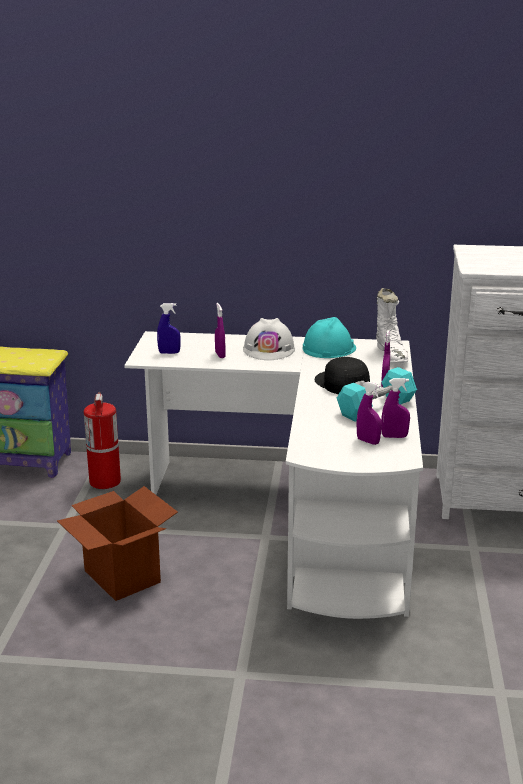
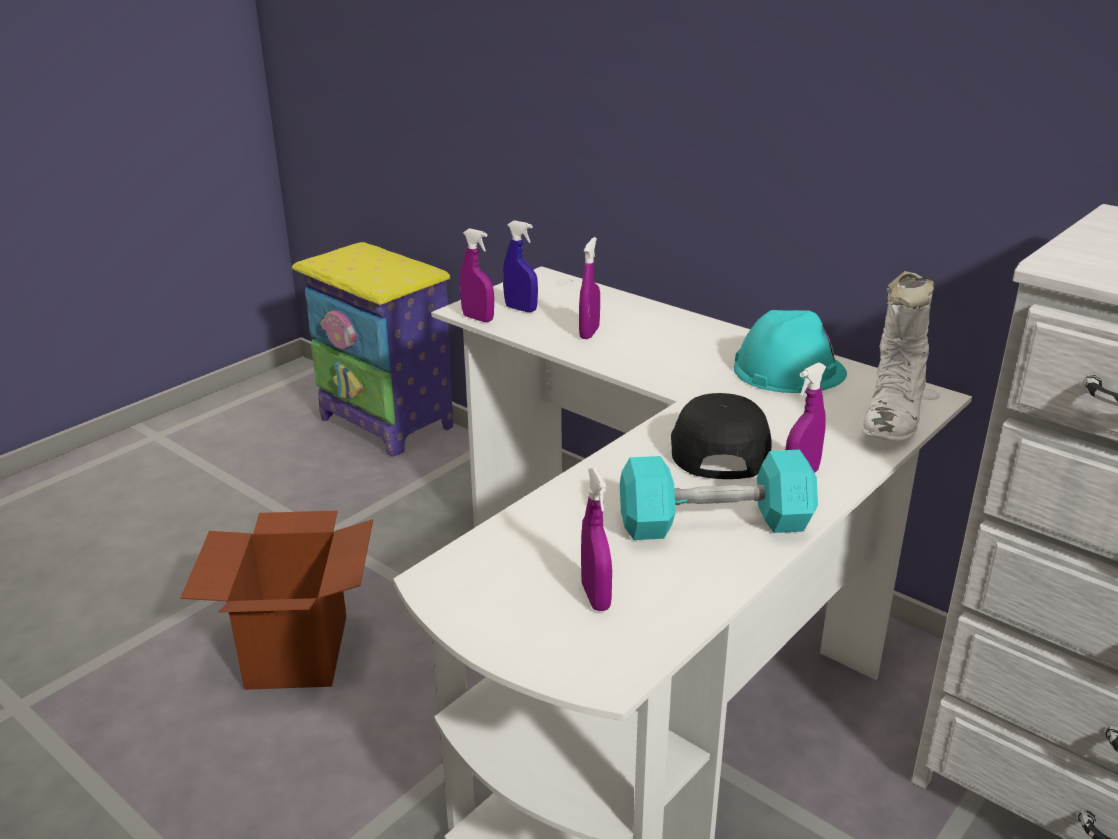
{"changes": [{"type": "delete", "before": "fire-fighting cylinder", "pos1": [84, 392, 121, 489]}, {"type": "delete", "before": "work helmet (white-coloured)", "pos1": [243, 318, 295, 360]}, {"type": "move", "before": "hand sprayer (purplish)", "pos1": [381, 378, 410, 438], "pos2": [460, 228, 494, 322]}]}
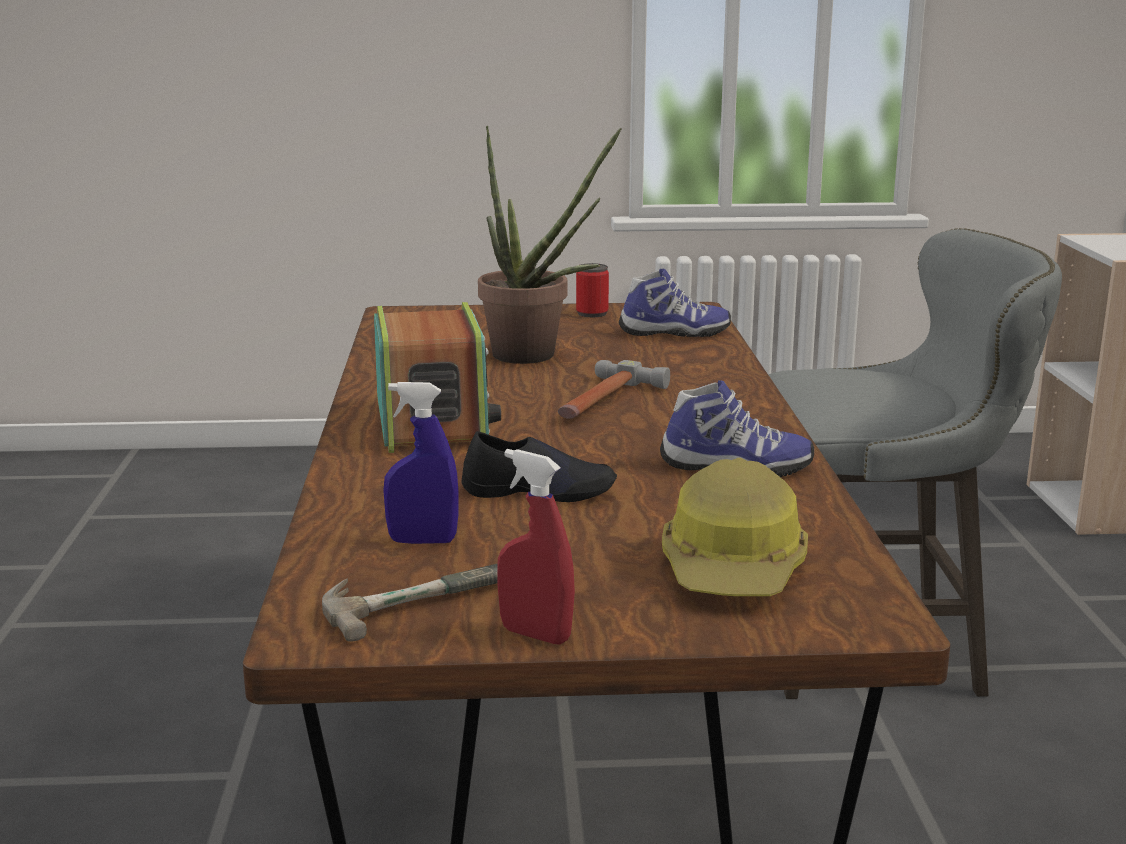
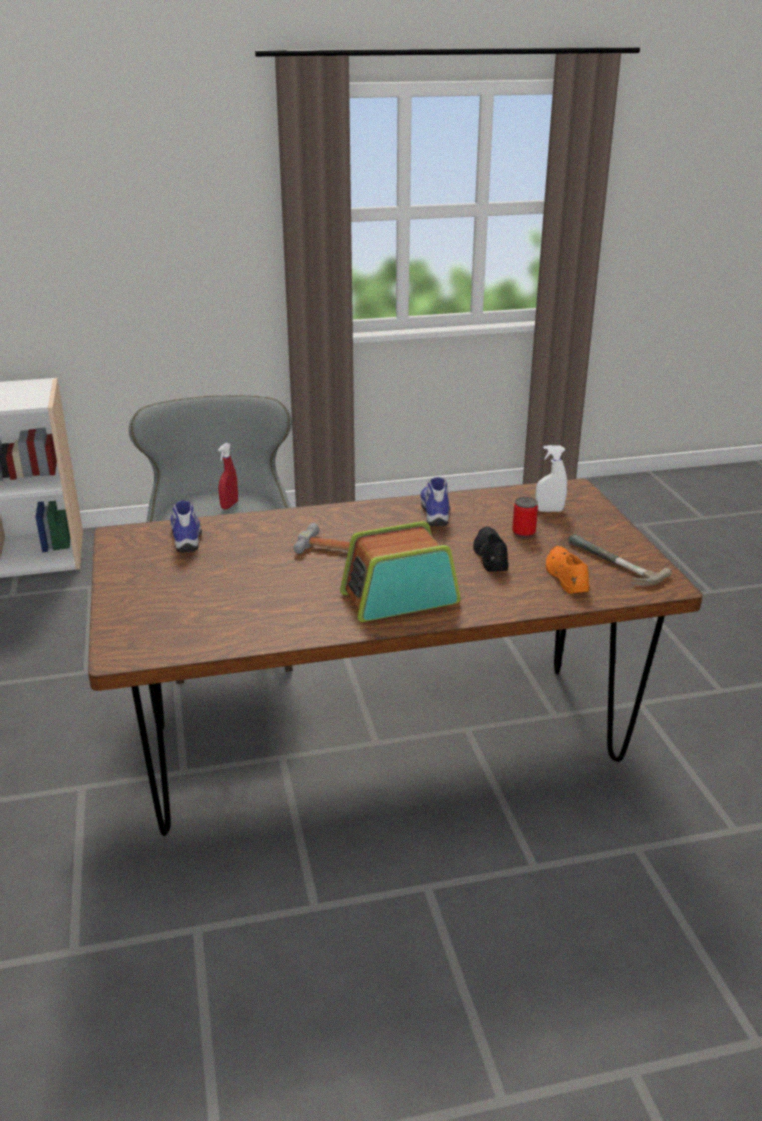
{"changes": [{"type": "replace", "before": "hand sprayer (bluish)", "after": "low shoe (orange-coloured)", "pos1": [383, 382, 459, 544], "pos2": [546, 546, 590, 594]}, {"type": "delete", "before": "plant in a pot", "pos1": [478, 125, 621, 364]}, {"type": "move", "before": "hand sprayer (reddish)", "pos1": [497, 449, 575, 645], "pos2": [218, 443, 238, 509]}, {"type": "move", "before": "can", "pos1": [576, 263, 609, 317], "pos2": [512, 497, 538, 538]}, {"type": "replace", "before": "work helmet", "after": "hand sprayer (white-coloured)", "pos1": [662, 458, 808, 596], "pos2": [535, 445, 567, 512]}]}
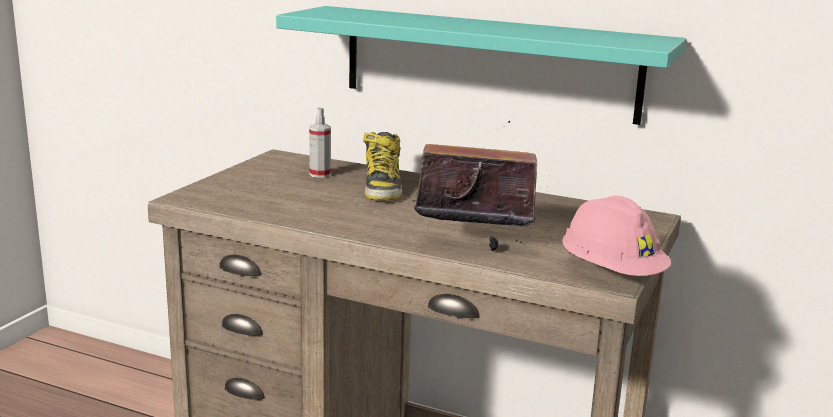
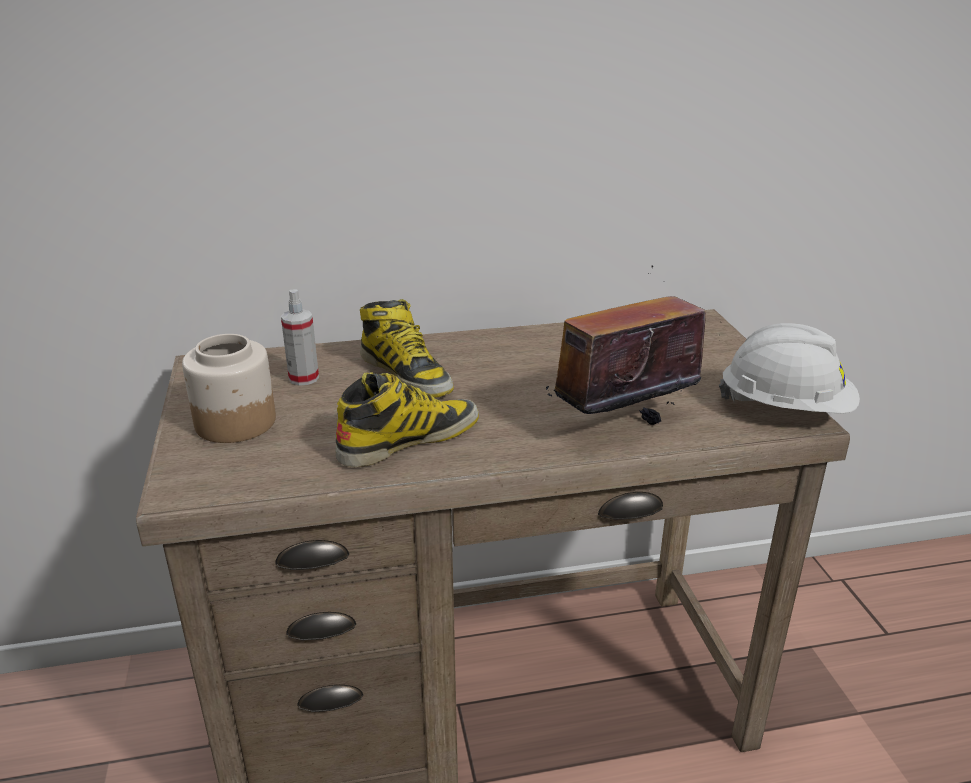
{"changes": [{"type": "delete", "before": "wall shelf (blue-green)", "pos1": [276, 6, 686, 125]}, {"type": "recolor", "before": "work helmet (pink)", "after": "work helmet (white-coloured)", "pos1": [562, 195, 671, 276], "pos2": [719, 323, 860, 414]}, {"type": "insert", "after": "storage jar", "pos2": [182, 334, 276, 443]}, {"type": "insert", "after": "tall boot", "pos2": [335, 372, 479, 467]}]}
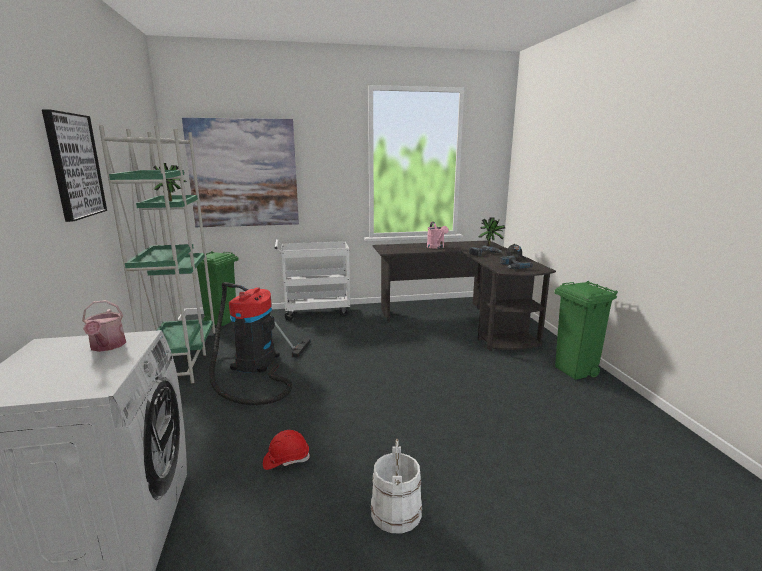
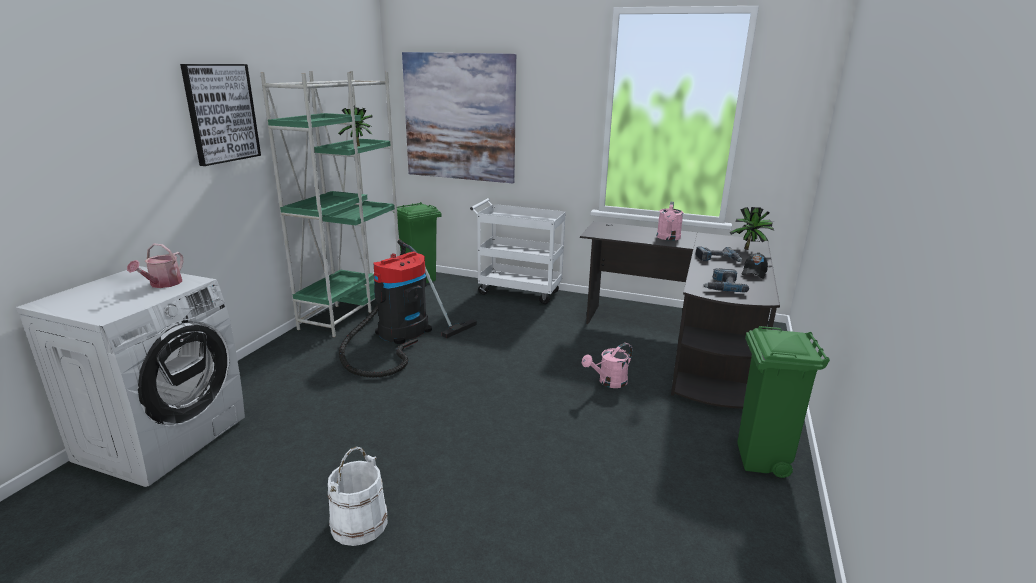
{"changes": [{"type": "delete", "before": "work helmet (reddish)", "pos1": [263, 430, 310, 470]}, {"type": "insert", "after": "sprinkling can (pink)", "pos2": [582, 343, 633, 388]}]}
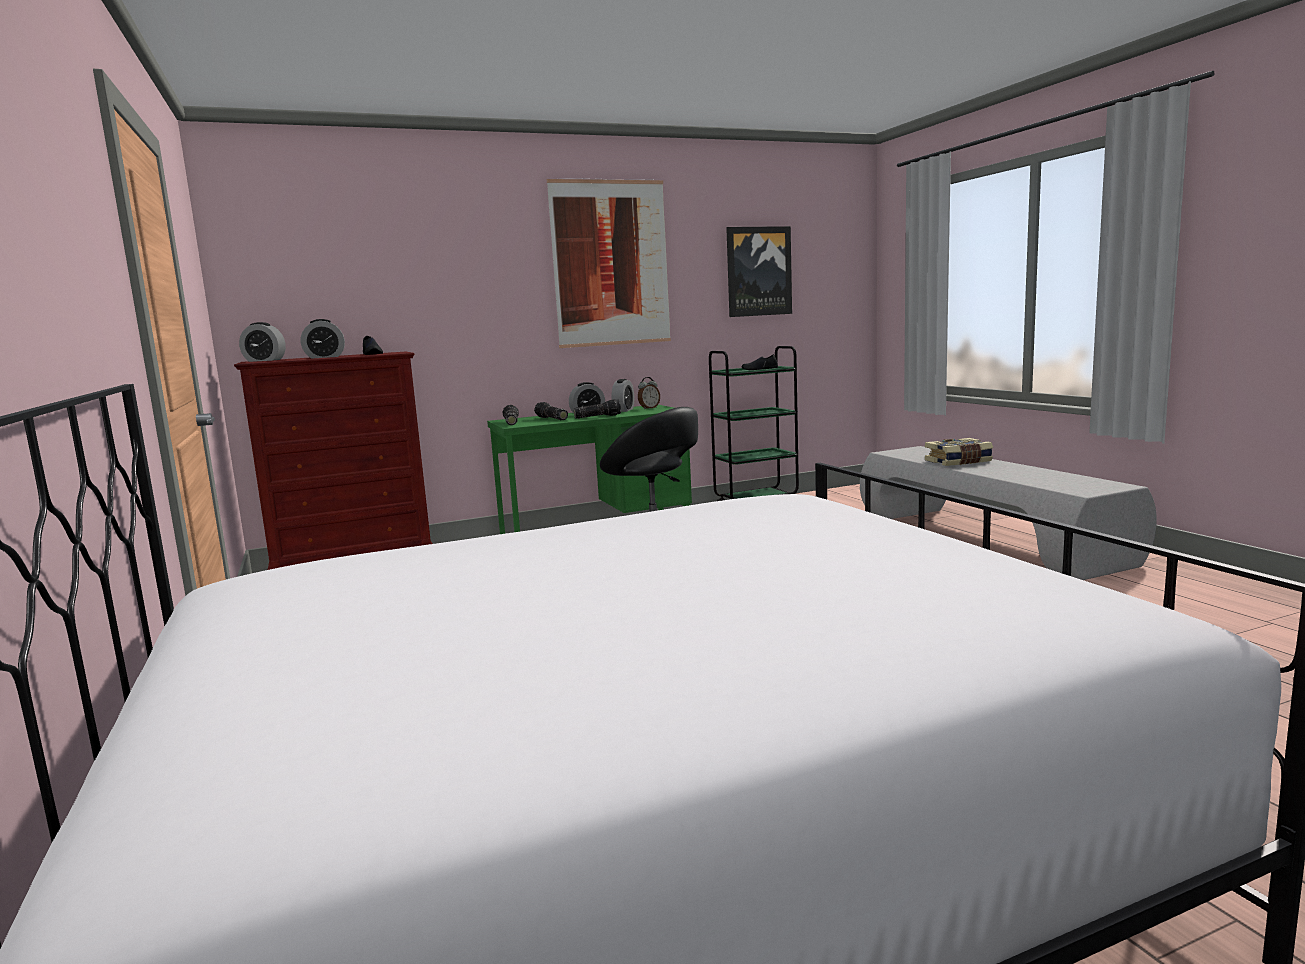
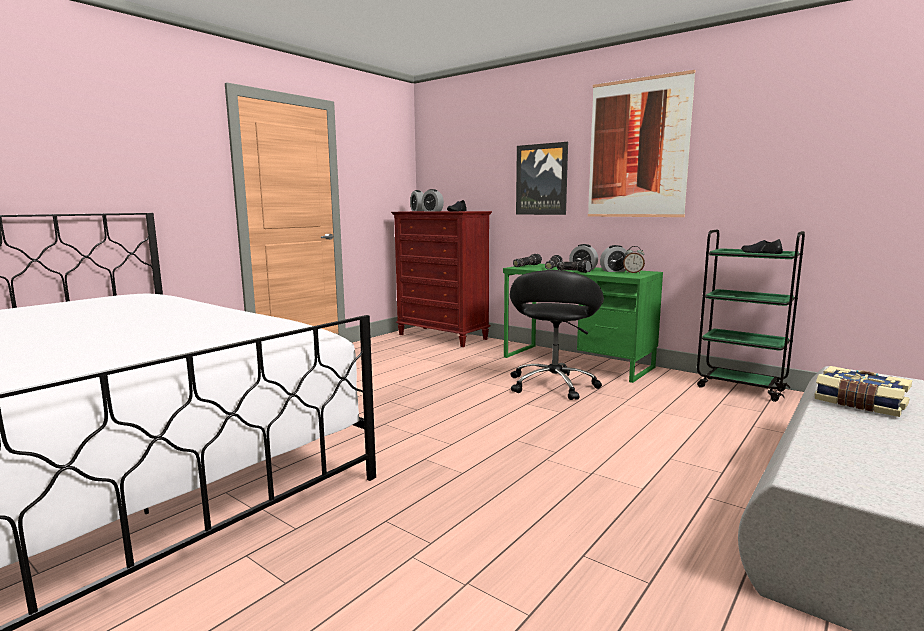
{"changes": [{"type": "move", "before": "picture", "pos1": [726, 226, 792, 317], "pos2": [516, 142, 568, 215]}]}
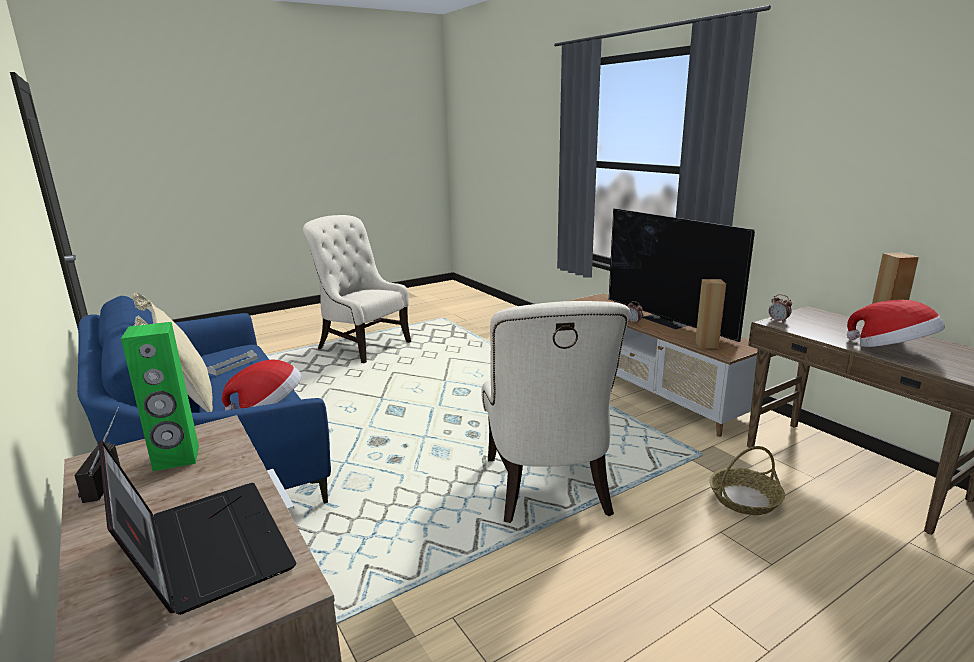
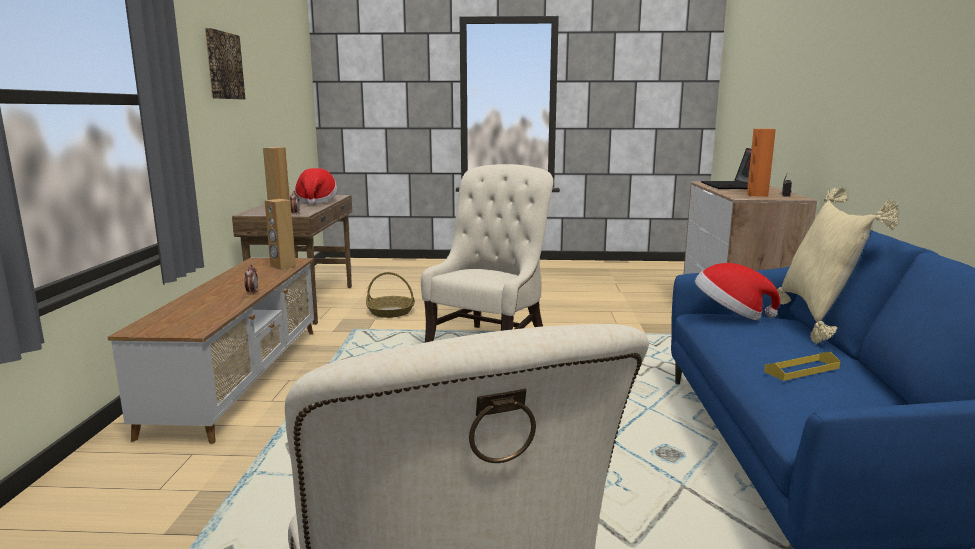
{"changes": [{"type": "recolor", "before": "speaker (green-coloured)", "after": "speaker (orange-coloured)", "pos1": [121, 322, 199, 471], "pos2": [747, 129, 776, 197]}, {"type": "recolor", "before": "carrying tray (gray)", "after": "carrying tray (yellow-coloured)", "pos1": [207, 350, 258, 375], "pos2": [764, 352, 840, 381]}, {"type": "delete", "before": "TV set", "pos1": [609, 208, 755, 342]}, {"type": "insert", "after": "picture", "pos2": [205, 28, 245, 99]}]}
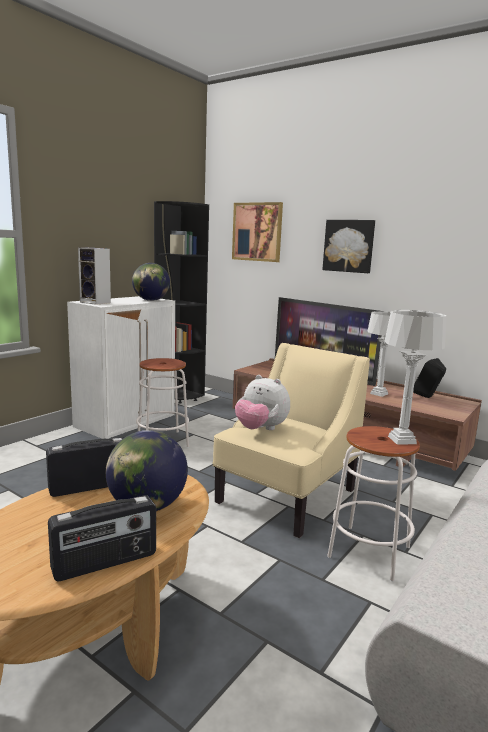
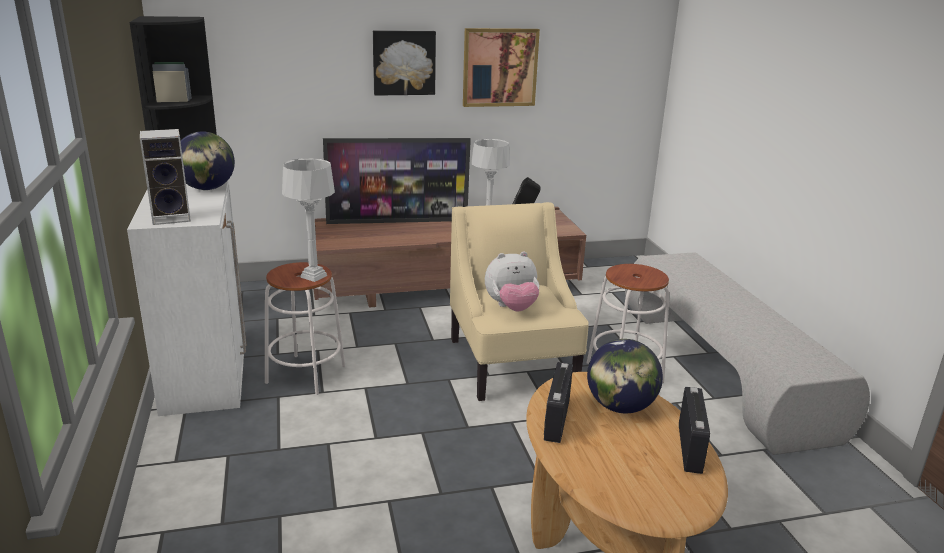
{"changes": [{"type": "move", "before": "picture", "pos1": [232, 202, 283, 262], "pos2": [463, 28, 540, 107]}, {"type": "move", "before": "table lamp (gray)", "pos1": [384, 310, 446, 445], "pos2": [282, 158, 335, 282]}]}
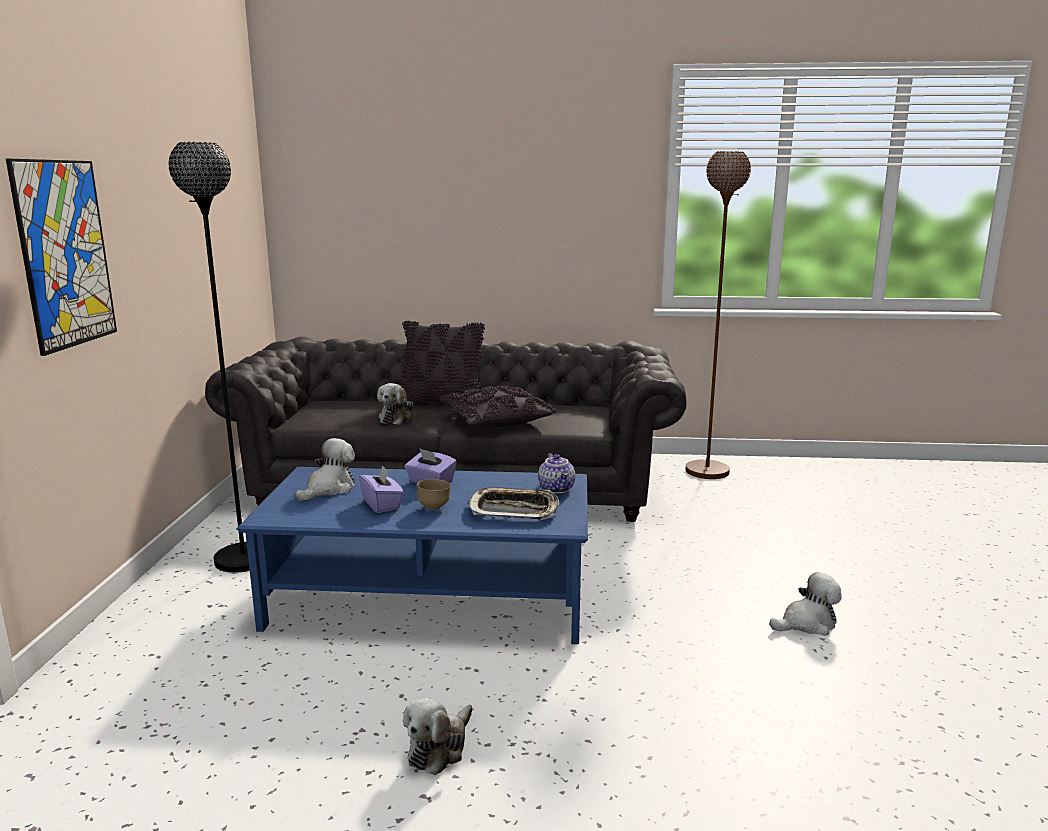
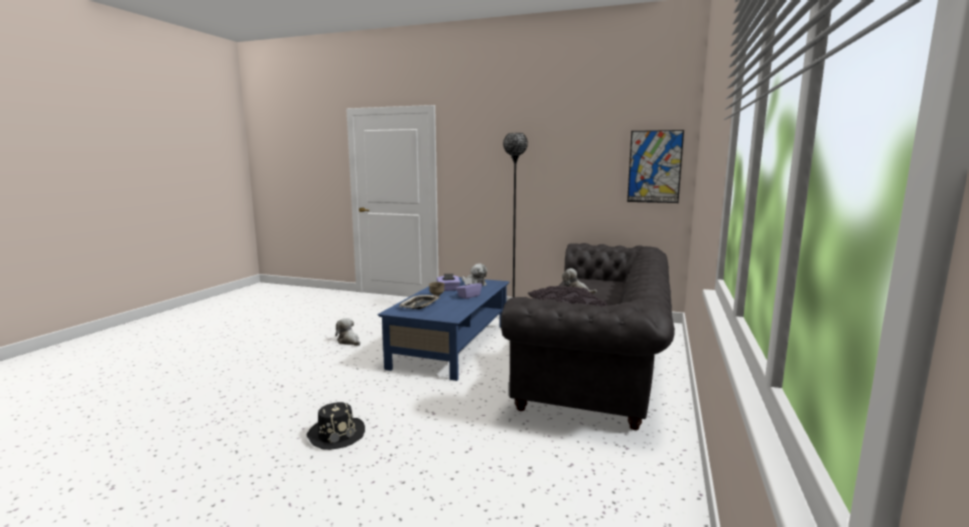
{"changes": [{"type": "move", "before": "picture", "pos1": [6, 159, 117, 356], "pos2": [627, 130, 684, 203]}, {"type": "delete", "before": "cushion (black-coloured)", "pos1": [401, 321, 485, 404]}, {"type": "delete", "before": "pot for tea", "pos1": [538, 453, 575, 494]}, {"type": "delete", "before": "standing lamp (brown)", "pos1": [686, 151, 751, 479]}, {"type": "replace", "before": "cuddly toy", "after": "hat (black-coloured)", "pos1": [769, 572, 842, 636], "pos2": [306, 402, 365, 450]}]}
